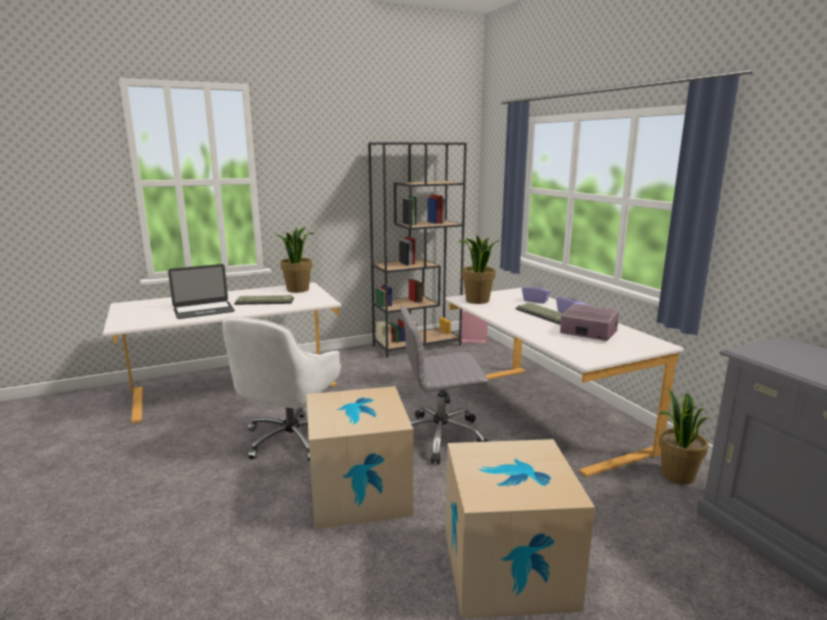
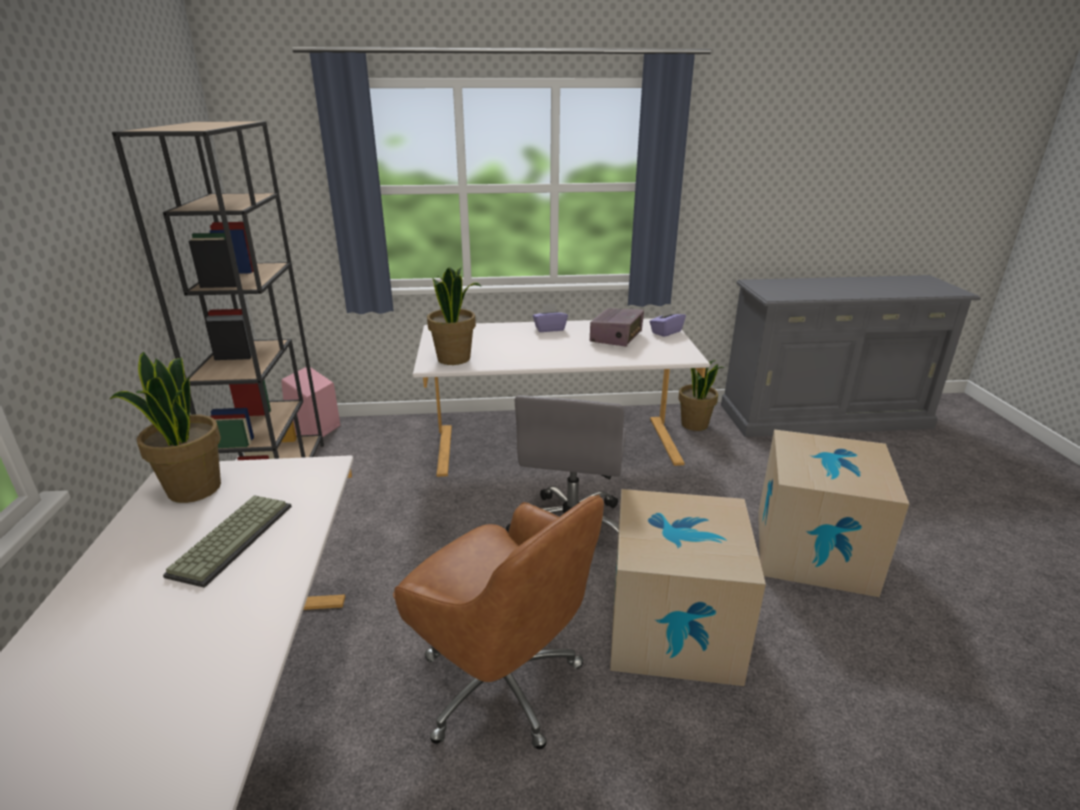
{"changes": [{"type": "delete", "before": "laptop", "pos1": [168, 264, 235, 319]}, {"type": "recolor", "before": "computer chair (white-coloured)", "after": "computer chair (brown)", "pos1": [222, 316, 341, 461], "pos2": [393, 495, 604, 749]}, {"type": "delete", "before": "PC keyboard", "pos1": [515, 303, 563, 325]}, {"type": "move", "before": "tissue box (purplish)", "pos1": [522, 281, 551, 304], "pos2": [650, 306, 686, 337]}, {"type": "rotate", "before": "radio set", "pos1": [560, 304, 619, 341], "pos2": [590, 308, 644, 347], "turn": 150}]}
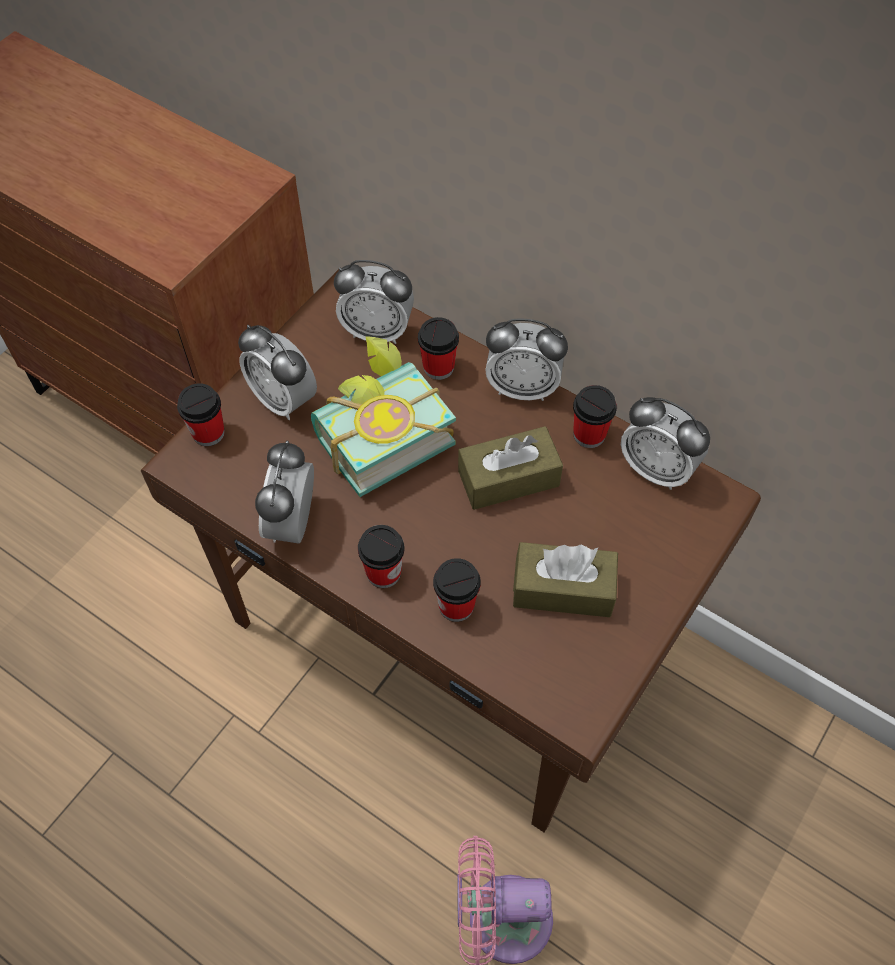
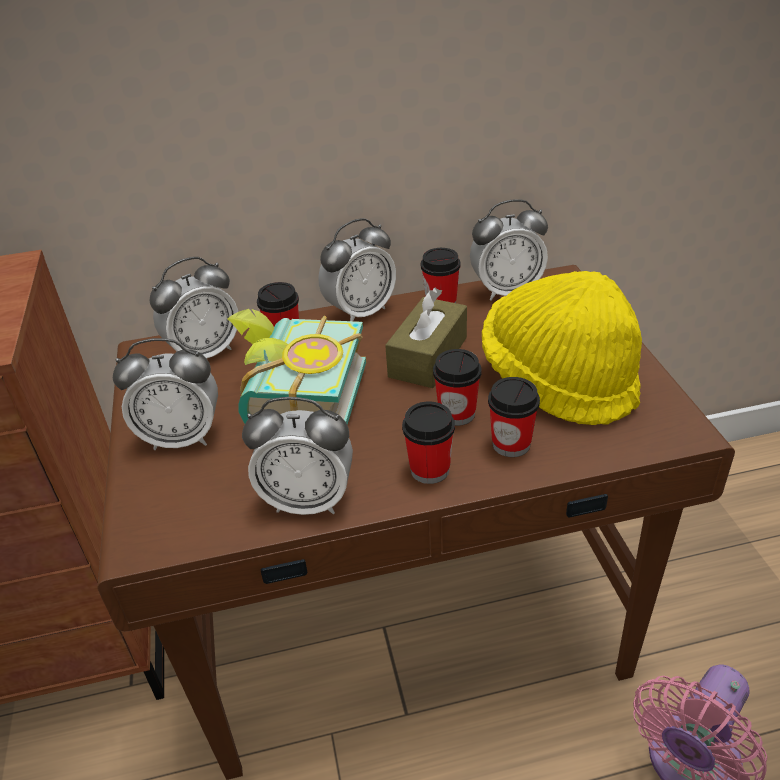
{"changes": [{"type": "move", "before": "cup", "pos1": [177, 383, 225, 446], "pos2": [433, 349, 481, 426]}, {"type": "rotate", "before": "alarm clock", "pos1": [255, 440, 314, 544], "pos2": [242, 397, 353, 515], "turn": -45}, {"type": "replace", "before": "tissue box (brown)", "after": "hat (yellow-coloured)", "pos1": [513, 542, 618, 617], "pos2": [482, 271, 642, 425]}]}
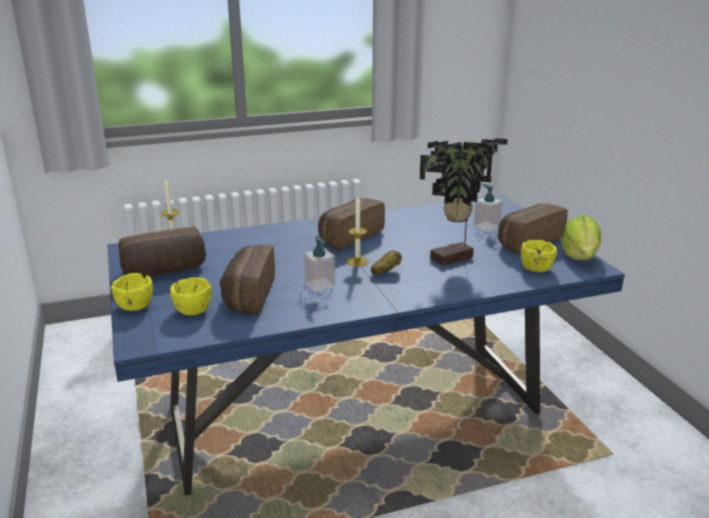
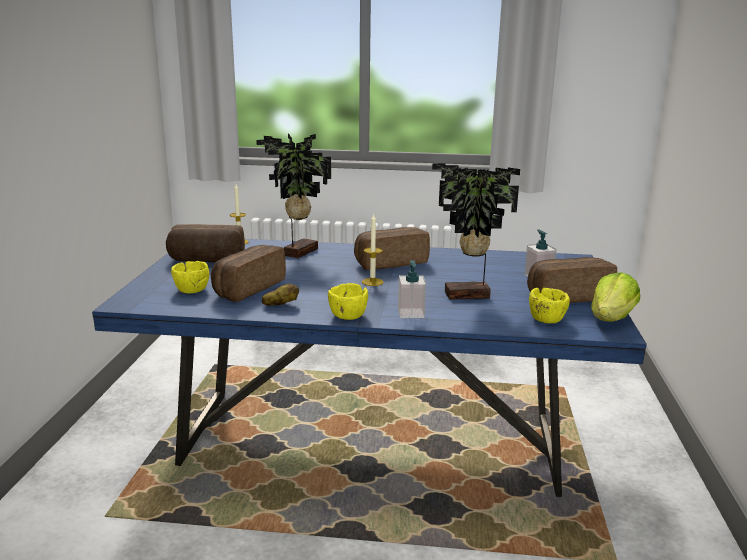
{"changes": [{"type": "move", "before": "serving bowl (yellow-coloured)", "pos1": [111, 273, 153, 311], "pos2": [328, 283, 368, 320]}, {"type": "move", "before": "soap bottle", "pos1": [304, 236, 335, 292], "pos2": [398, 260, 426, 318]}, {"type": "move", "before": "spud", "pos1": [371, 250, 402, 275], "pos2": [262, 284, 299, 306]}, {"type": "insert", "after": "plant in a pot", "pos2": [256, 134, 331, 258]}]}
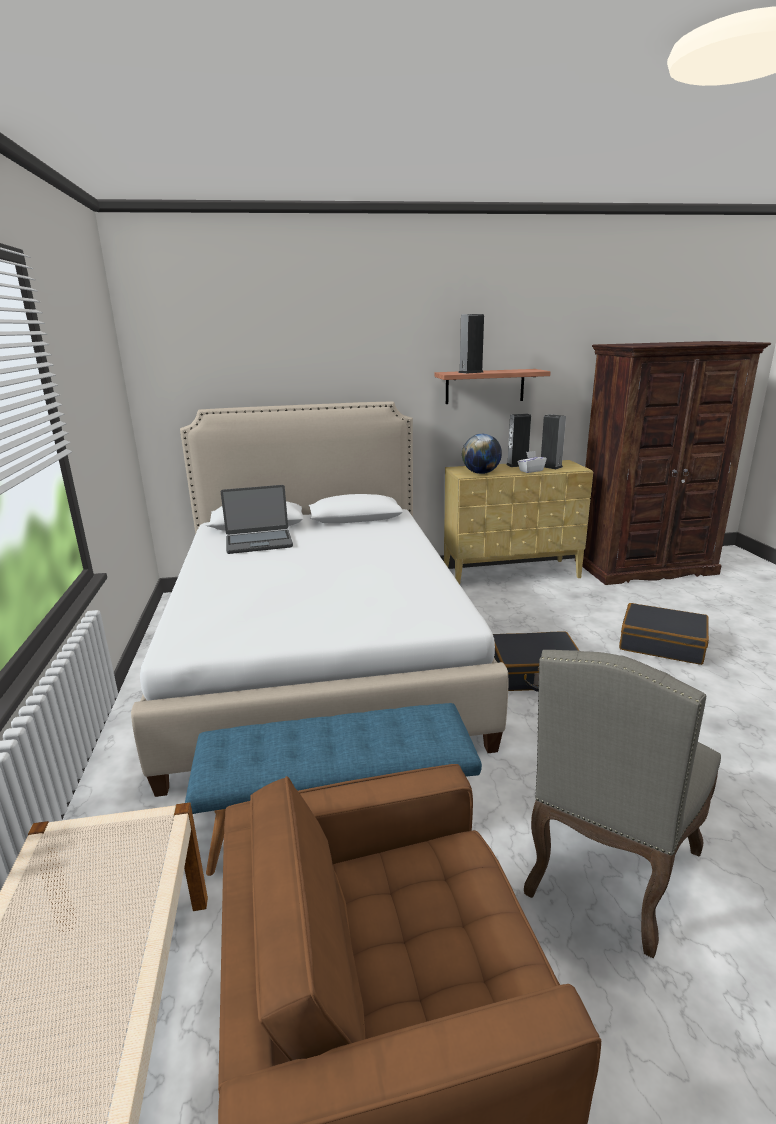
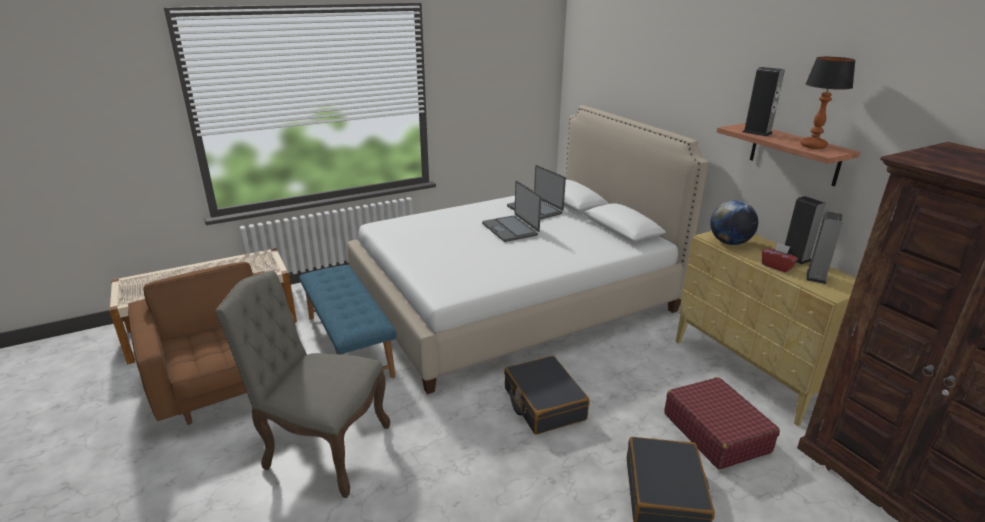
{"changes": [{"type": "recolor", "before": "tissue box (white-coloured)", "after": "tissue box (reddish)", "pos1": [518, 451, 547, 473], "pos2": [761, 242, 798, 272]}, {"type": "insert", "after": "laptop", "pos2": [482, 180, 541, 242]}, {"type": "insert", "after": "piece of luggage (reddish)", "pos2": [664, 377, 780, 469]}, {"type": "insert", "after": "table lamp", "pos2": [800, 57, 856, 149]}]}
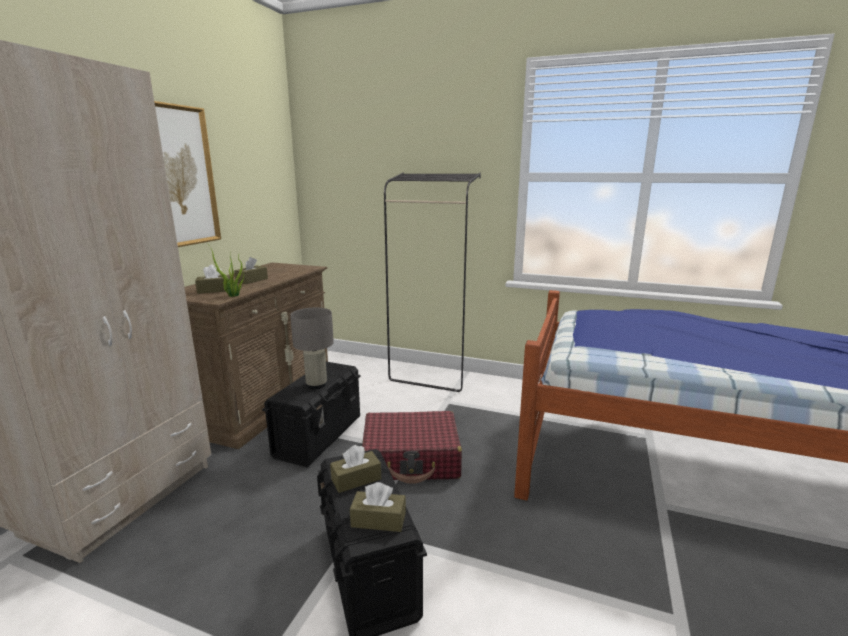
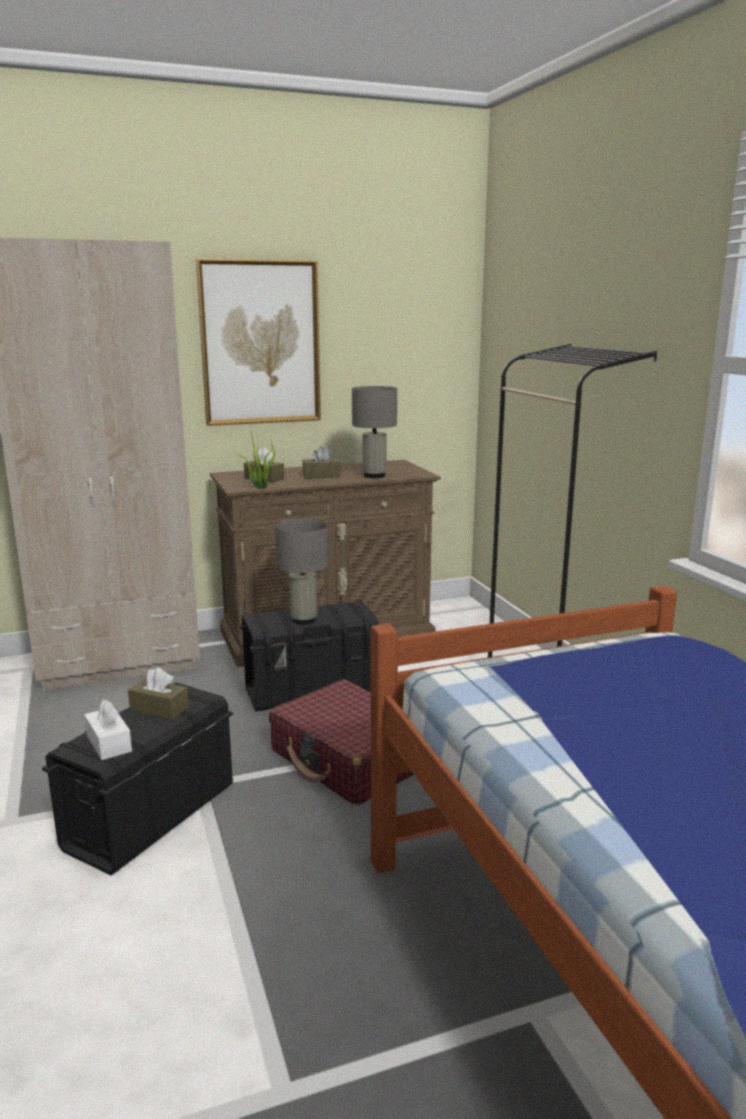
{"changes": [{"type": "recolor", "before": "tissue box (brown)", "after": "tissue box (white-coloured)", "pos1": [350, 482, 406, 532], "pos2": [84, 699, 132, 760]}, {"type": "insert", "after": "table lamp (gray)", "pos2": [352, 386, 397, 478]}]}
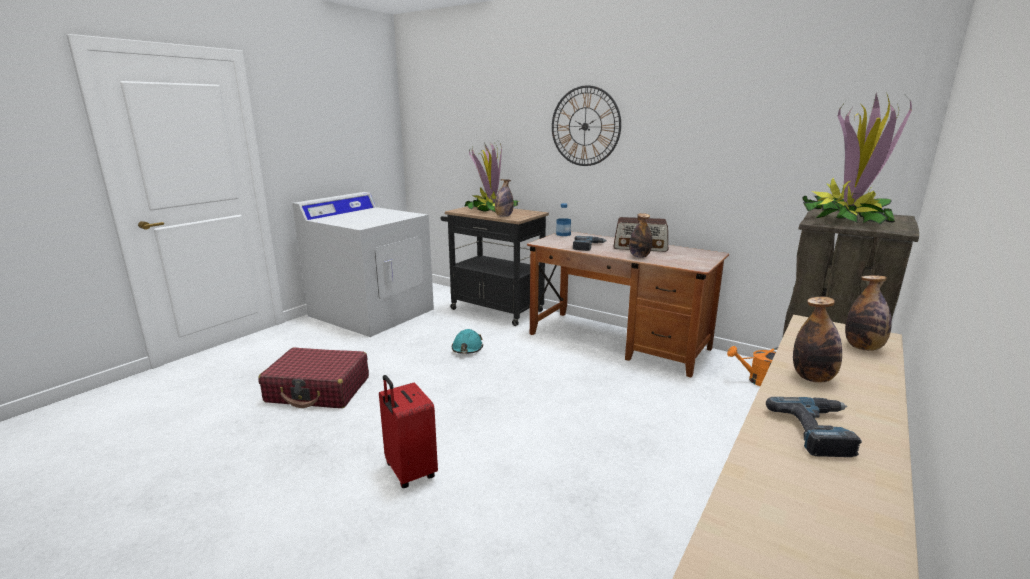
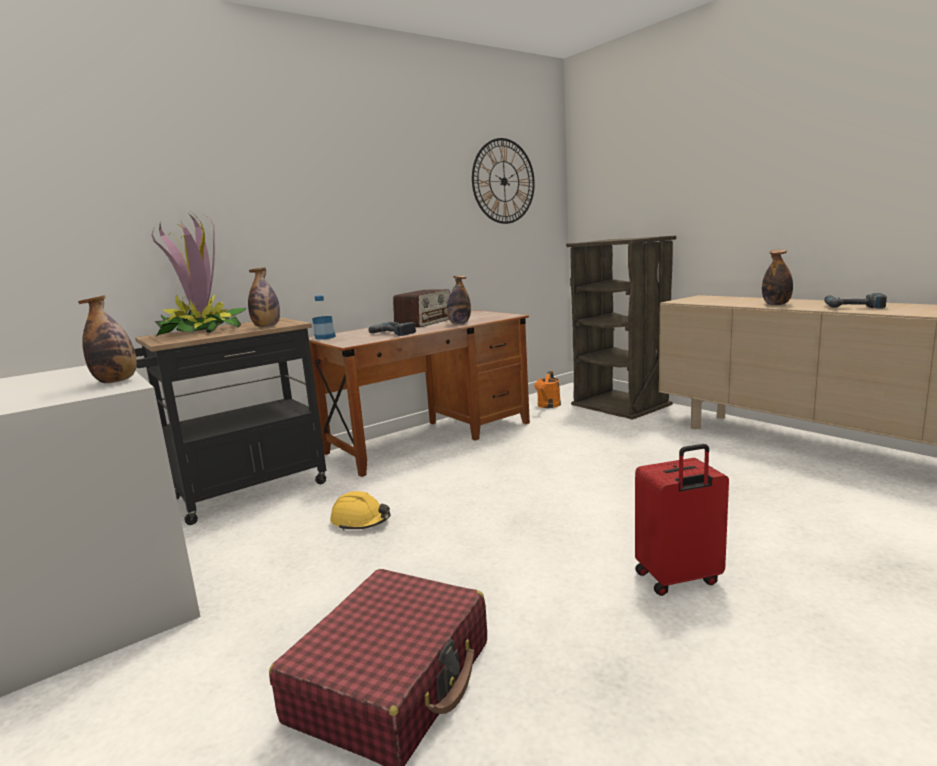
{"changes": [{"type": "recolor", "before": "work helmet (blue-green)", "after": "work helmet (yellow-coloured)", "pos1": [452, 329, 483, 354], "pos2": [330, 491, 391, 531]}, {"type": "move", "before": "clock on the wall", "pos1": [552, 85, 621, 166], "pos2": [472, 138, 535, 224]}, {"type": "delete", "before": "plant in a pot", "pos1": [802, 93, 912, 225]}, {"type": "move", "before": "drink bottle", "pos1": [845, 275, 892, 351], "pos2": [78, 295, 137, 383]}]}
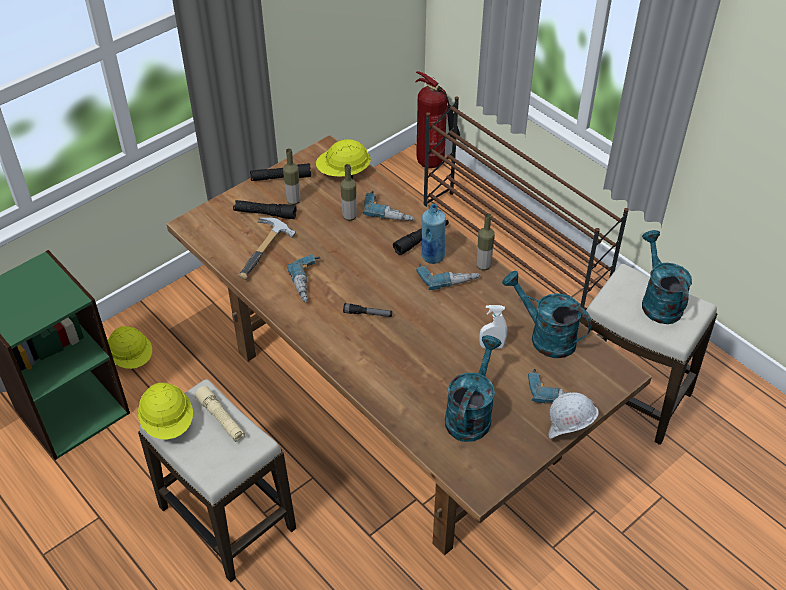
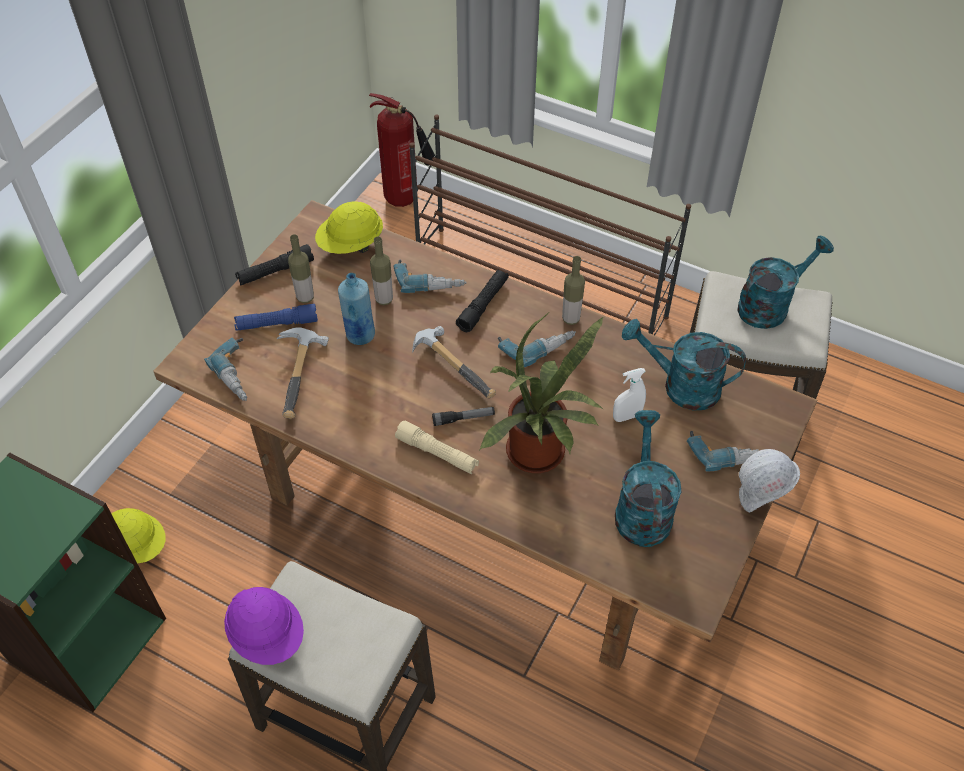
{"changes": [{"type": "recolor", "before": "work helmet (yellow-coloured)", "after": "work helmet (purplish)", "pos1": [138, 383, 193, 439], "pos2": [224, 587, 304, 665]}, {"type": "move", "before": "flashlight (beige-coloured)", "pos1": [195, 386, 245, 442], "pos2": [395, 420, 479, 474]}, {"type": "recolor", "before": "flashlight (black-coloured)", "after": "flashlight (bluish)", "pos1": [233, 200, 297, 219], "pos2": [234, 304, 318, 331]}, {"type": "move", "before": "drill", "pos1": [287, 254, 320, 303], "pos2": [204, 338, 247, 401]}, {"type": "move", "before": "drink bottle (bluish)", "pos1": [422, 204, 446, 264], "pos2": [338, 273, 375, 345]}, {"type": "rotate", "before": "sprinkling can (blue-green)", "pos1": [642, 230, 692, 324], "pos2": [737, 236, 834, 329], "turn": 90}, {"type": "insert", "after": "hand hammer", "pos2": [412, 326, 496, 398]}, {"type": "insert", "after": "plant in a pot", "pos2": [479, 312, 604, 473]}]}
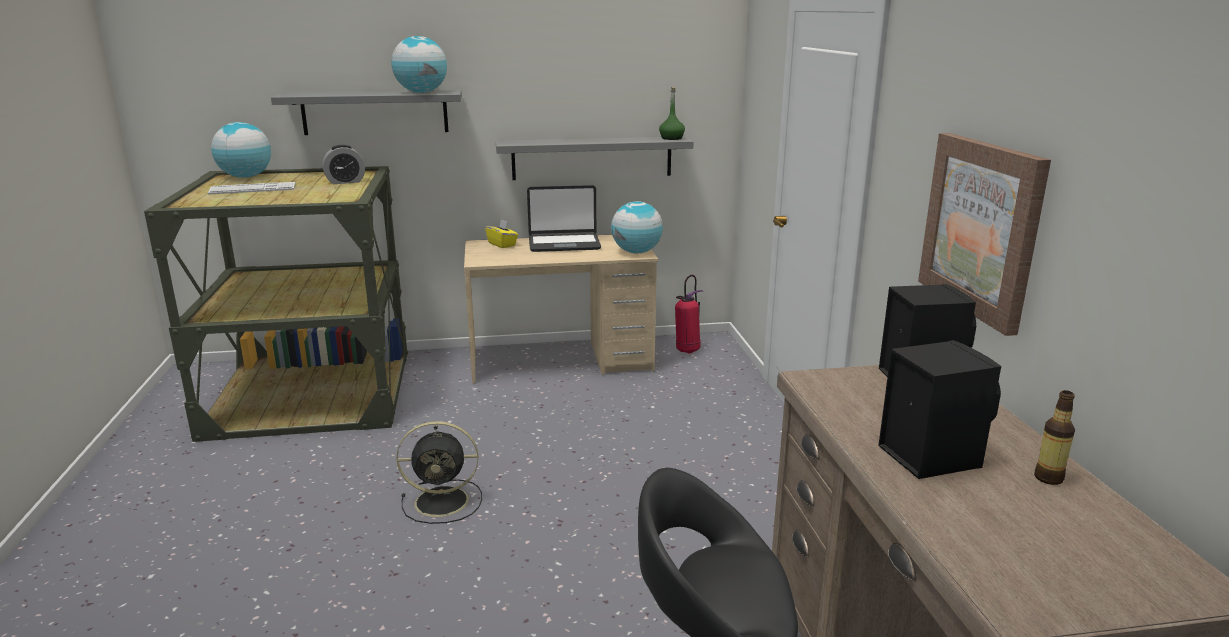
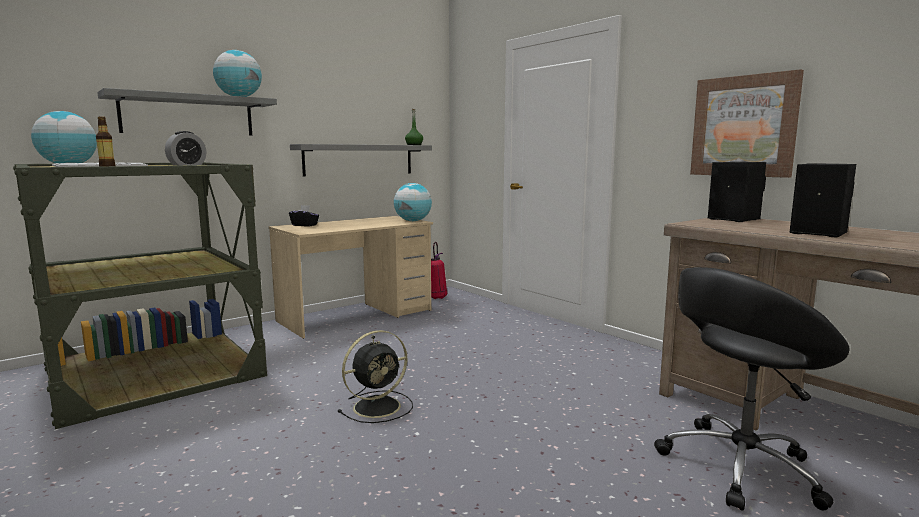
{"changes": [{"type": "recolor", "before": "tissue box (yellow-coloured)", "after": "tissue box (black-coloured)", "pos1": [485, 219, 518, 248], "pos2": [289, 205, 319, 227]}, {"type": "delete", "before": "laptop", "pos1": [527, 185, 601, 252]}, {"type": "move", "before": "drink bottle", "pos1": [1034, 390, 1075, 485], "pos2": [96, 116, 115, 167]}]}
